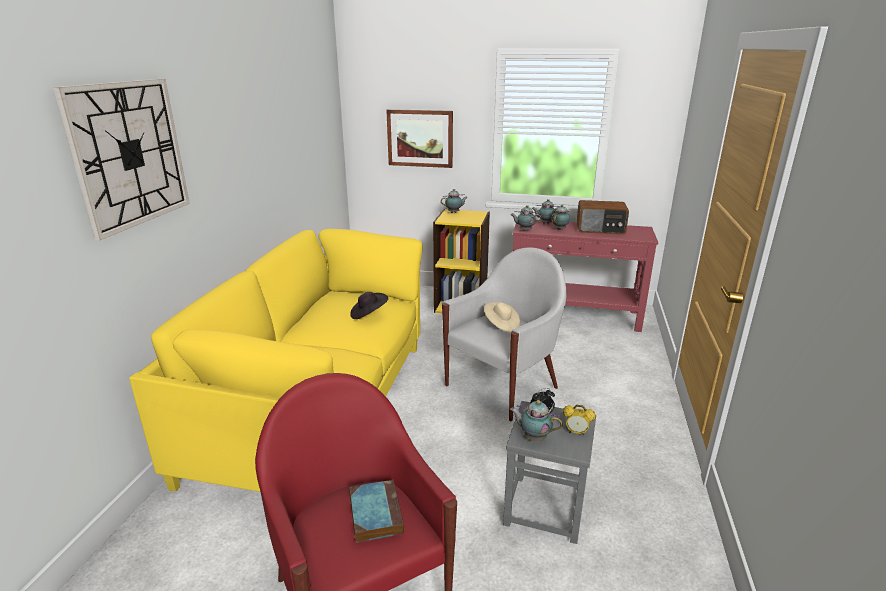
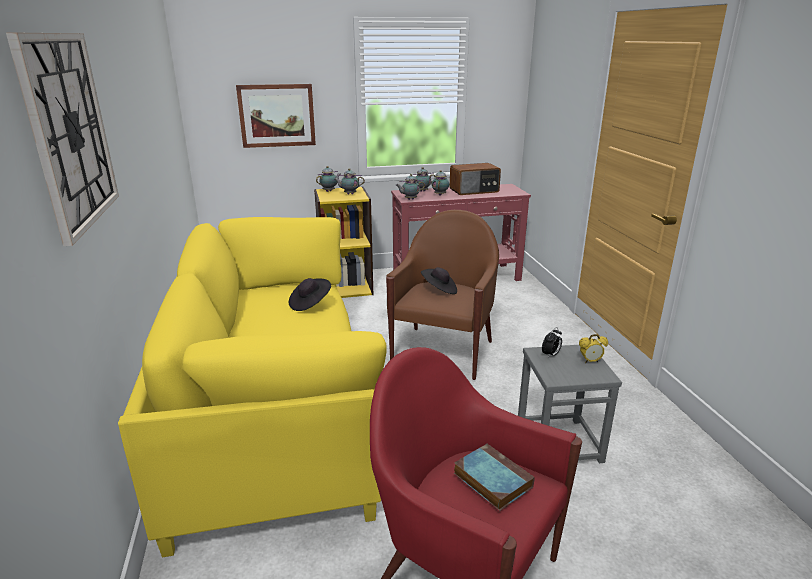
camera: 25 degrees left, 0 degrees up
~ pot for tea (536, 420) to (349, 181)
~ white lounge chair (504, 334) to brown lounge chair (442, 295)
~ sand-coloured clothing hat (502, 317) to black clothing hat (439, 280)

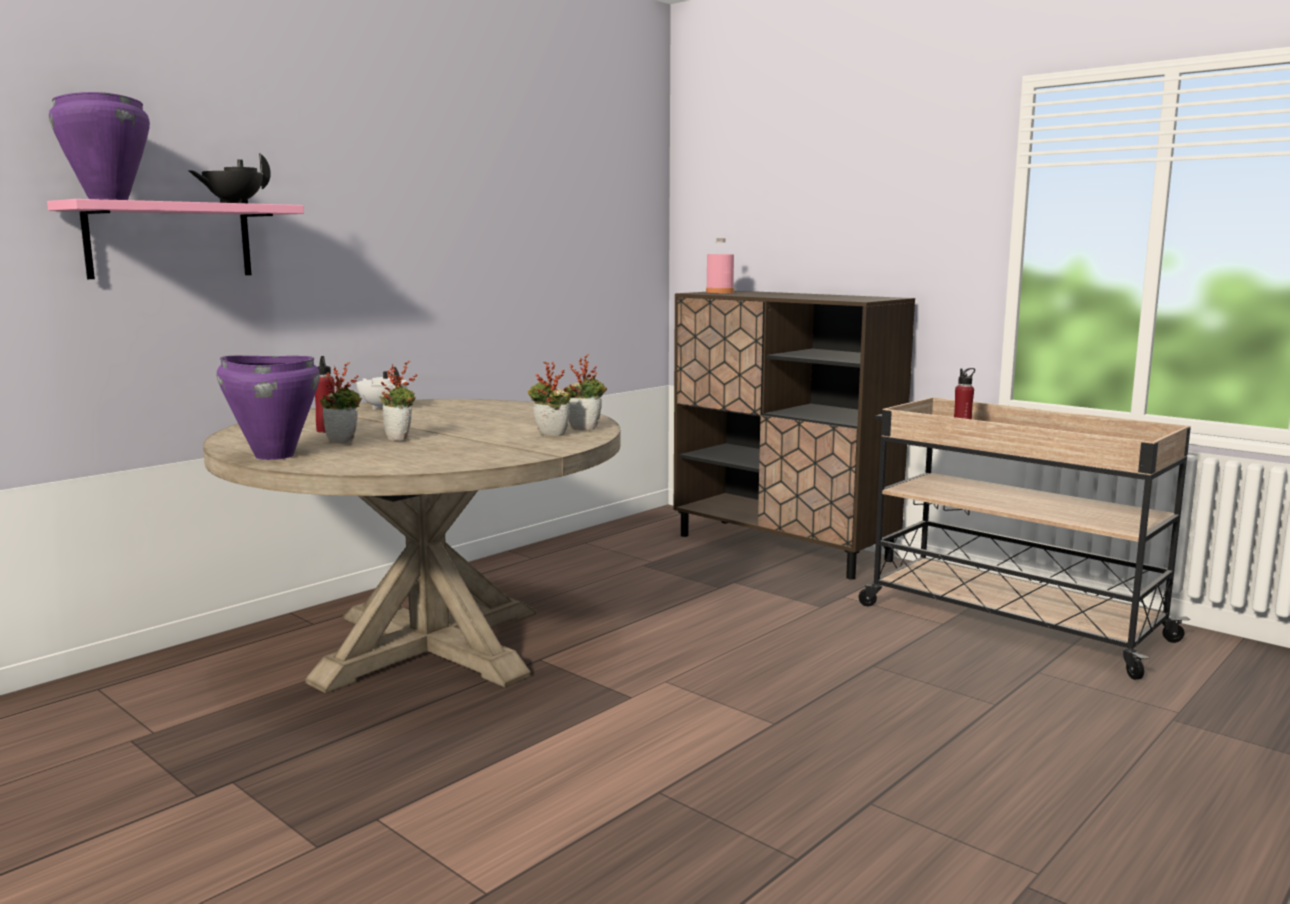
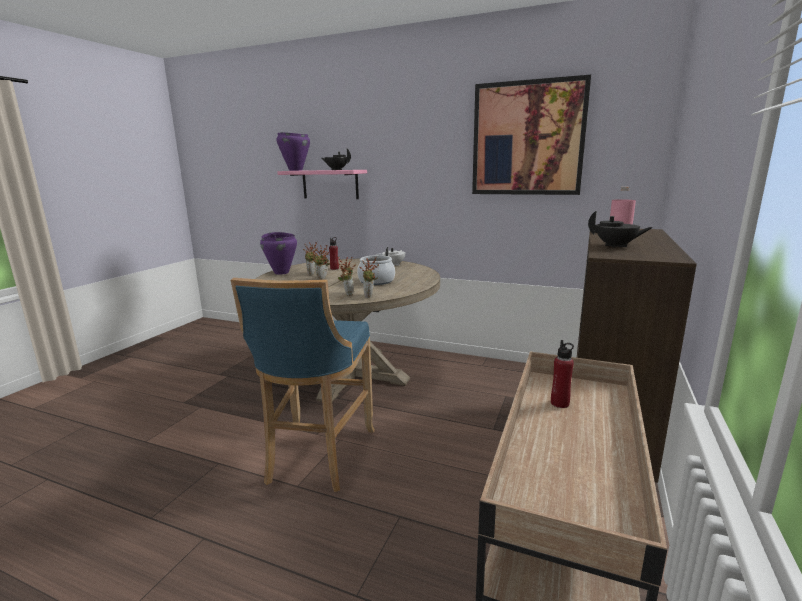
camera: 70 degrees right, 5 degrees up
+ bluish sitting stool (302, 385)
+ stockpot (376, 269)
+ wall art (531, 135)
+ black pot for tea (620, 229)

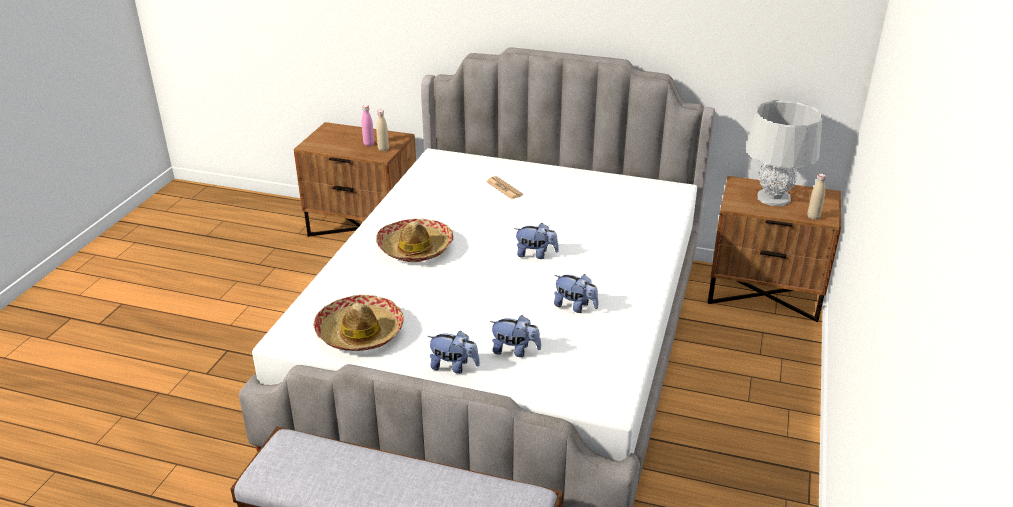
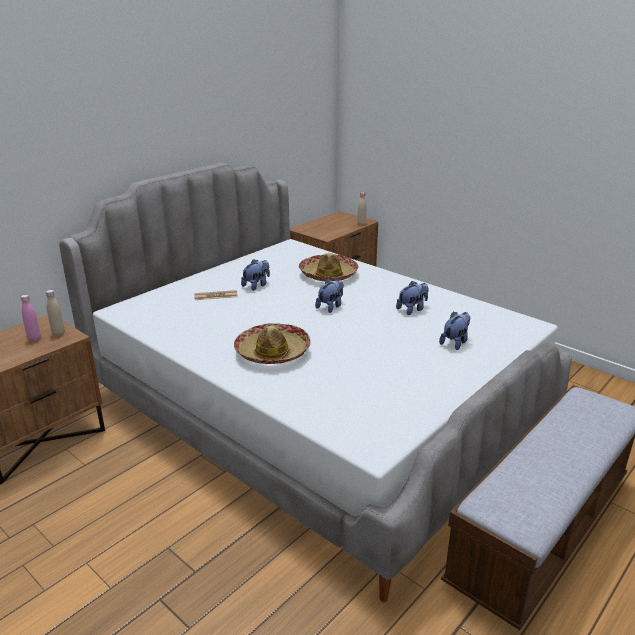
camera: 65 degrees left, 5 degrees down
- greyish table lamp (784, 153)
~ clothing hat (358, 323) to (328, 267)
~ cuddly toy (453, 352) to (255, 275)

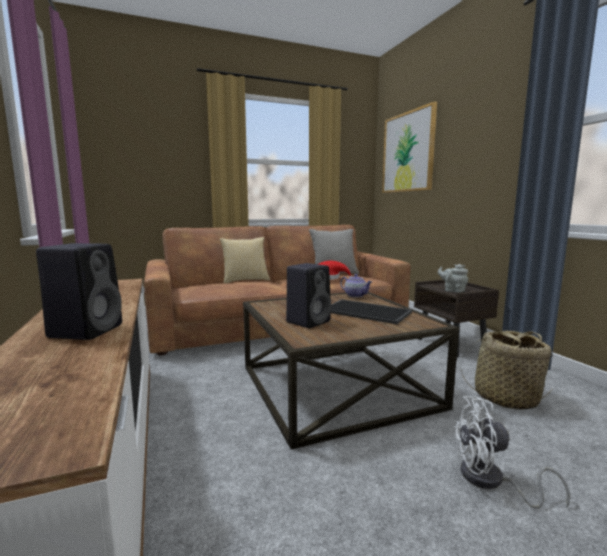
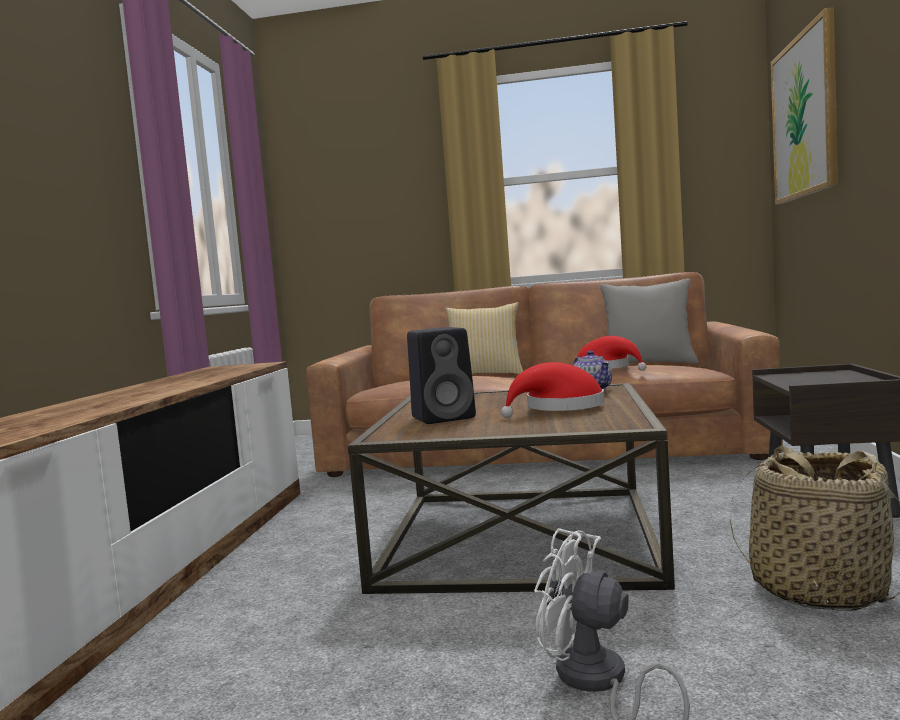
camera: 30 degrees right, 5 degrees down
- black loudspeaker (79, 291)
- greyish pot for tea (453, 278)
~ carrying tray (371, 311) to red clothing hat (552, 390)

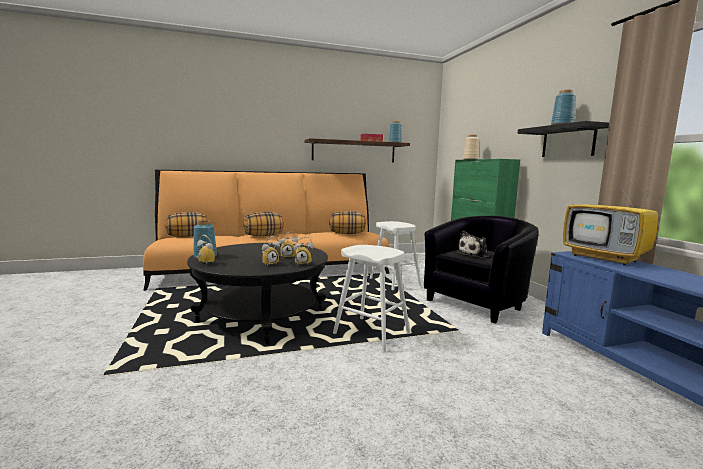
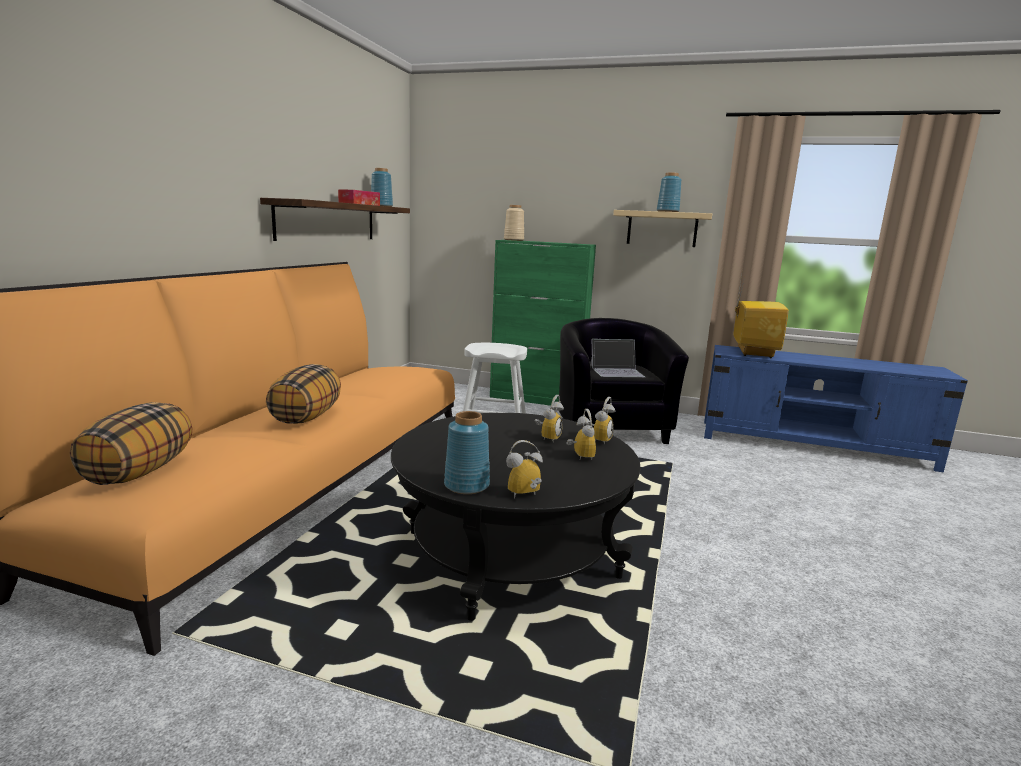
camera: 55 degrees left, 5 degrees up
- pillow (347, 222)
- white sitting stool (372, 299)
~ cuddly toy (473, 244) to notebook computer (617, 358)
~ black shelf (563, 139) to sand-coloured shelf (662, 228)
~ TV (610, 219) = (761, 313) 75 degrees counterclockwise

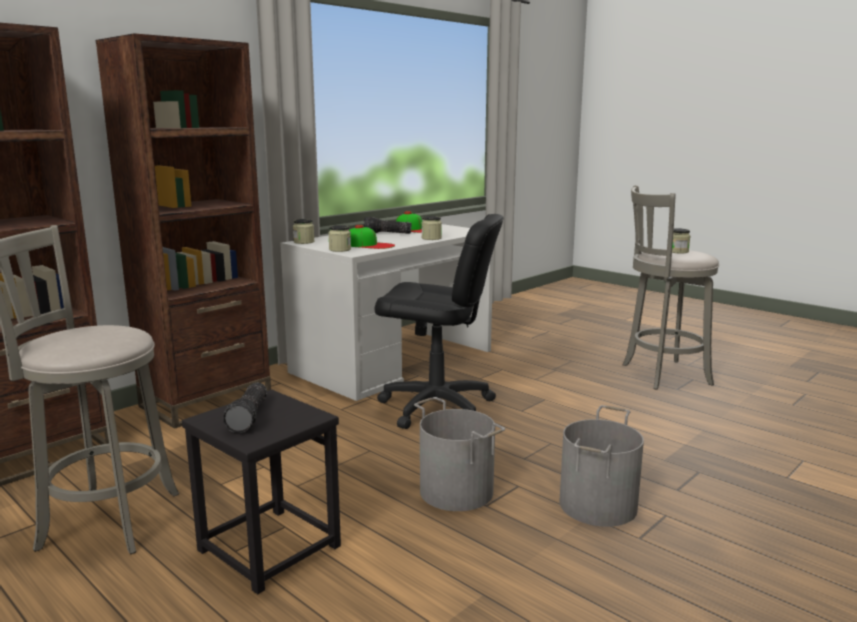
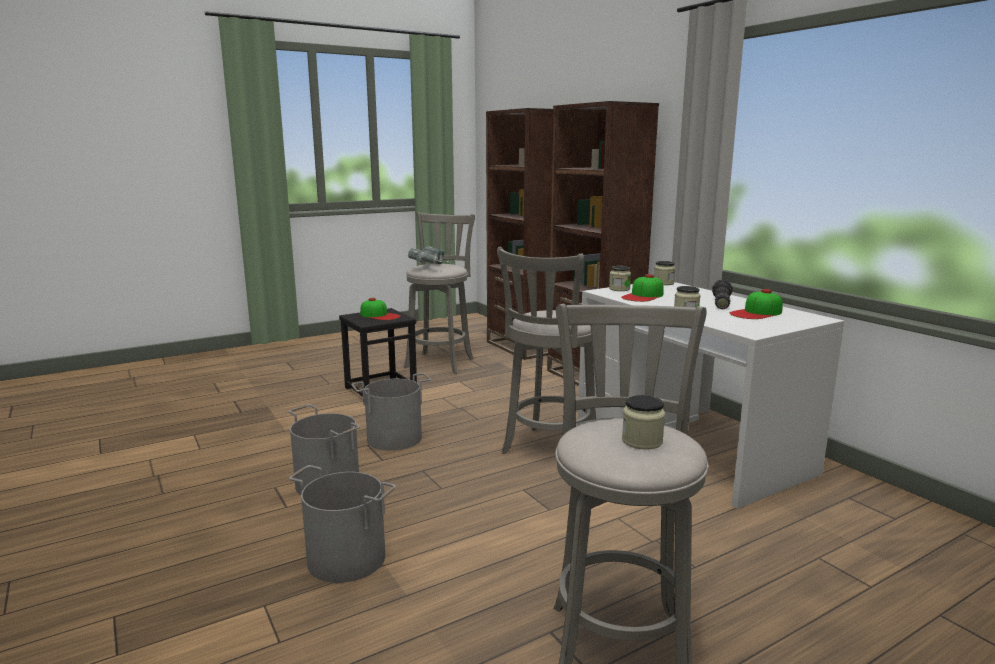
camera: 105 degrees right, 0 degrees up
+ greyish pail (342, 524)
+ power drill (429, 255)
~ torch (245, 408) to cap (380, 309)
~ black office chair (439, 321) to greyish sitting stool (546, 350)

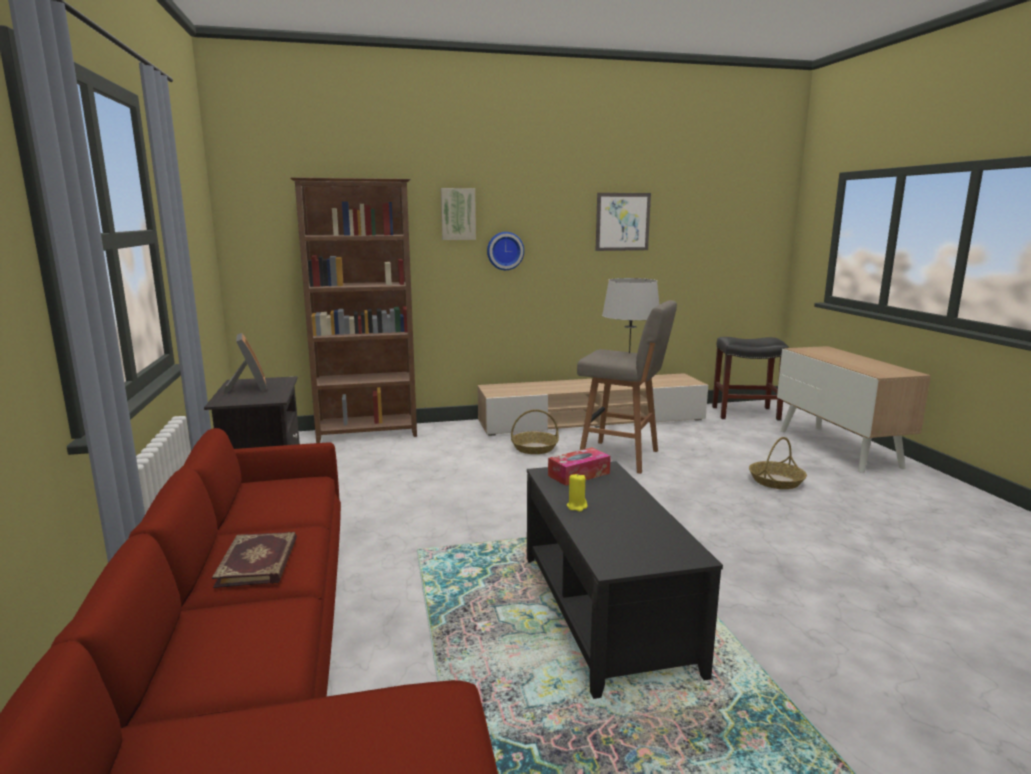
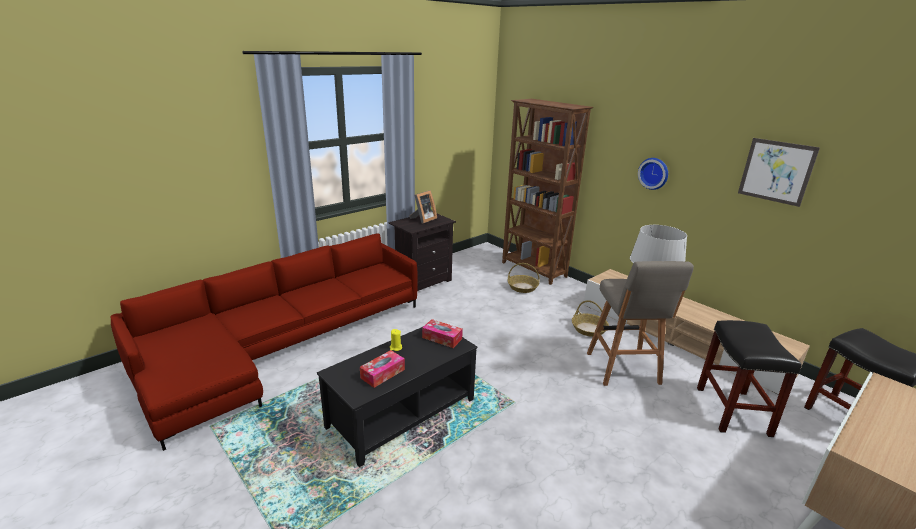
camera: 60 degrees right, 10 degrees up
- book (254, 560)
- wall art (458, 214)
+ box of tissues (382, 369)
+ black sitting stool (749, 378)
~ household basket (778, 463) to (524, 278)

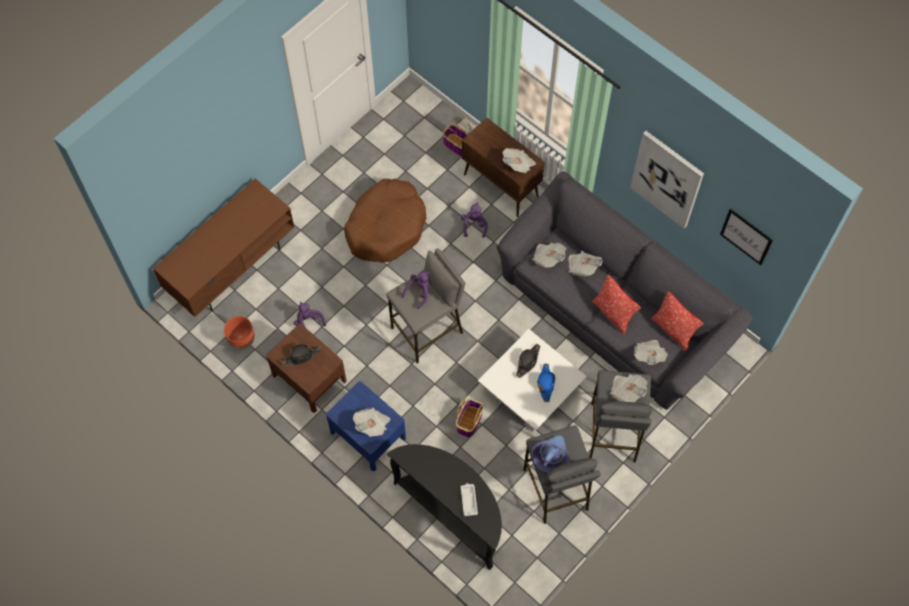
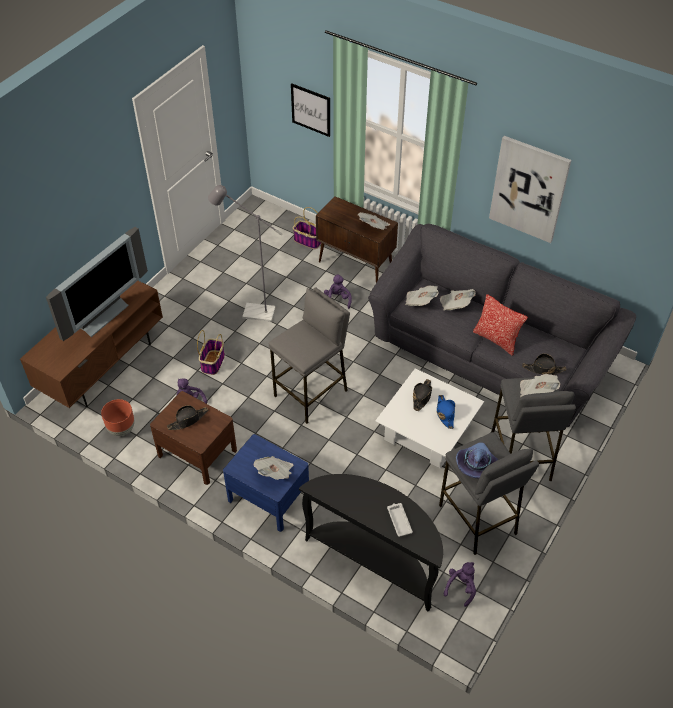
camera: 10 degrees left, 15 degrees down
- pillow (677, 321)
+ TV (97, 284)
~ purple cuddly toy (416, 290) to (460, 584)
~ household basket (469, 416) to (211, 352)
~ wall art (746, 237) to (310, 110)
~ brown pet bed (385, 221) to greyish standing lamp (245, 253)
~ daily paper (651, 352) to black clothing hat (544, 364)

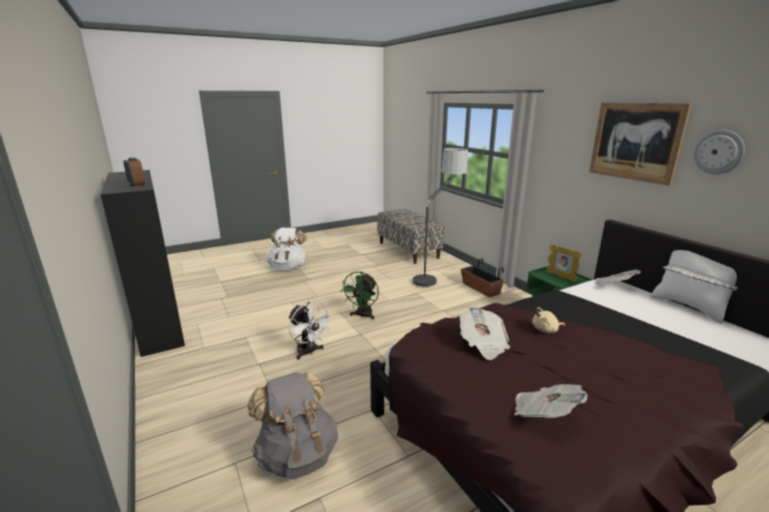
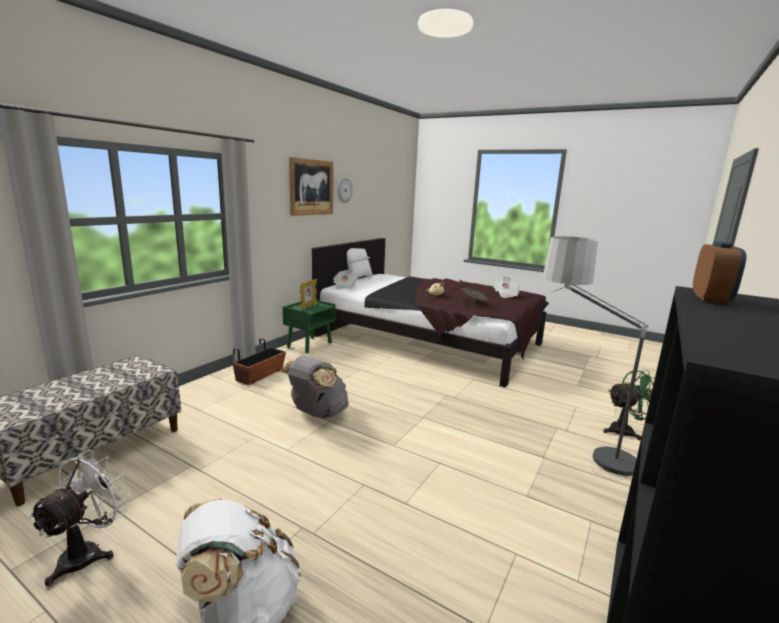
camera: 120 degrees left, 5 degrees down
~ greyish backpack (293, 426) to (314, 387)
~ white fan (310, 330) to (79, 518)
~ green fan (360, 295) to (629, 405)
~ standing lamp (440, 217) to (596, 358)

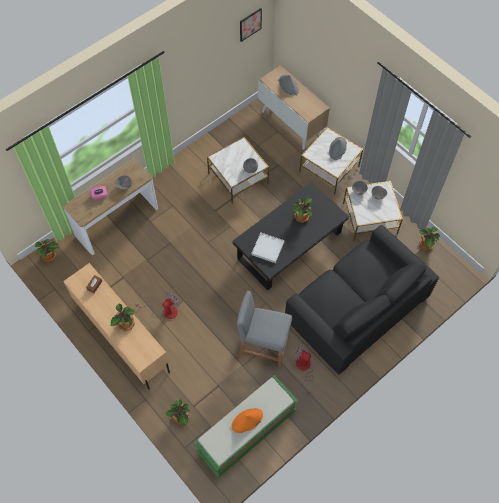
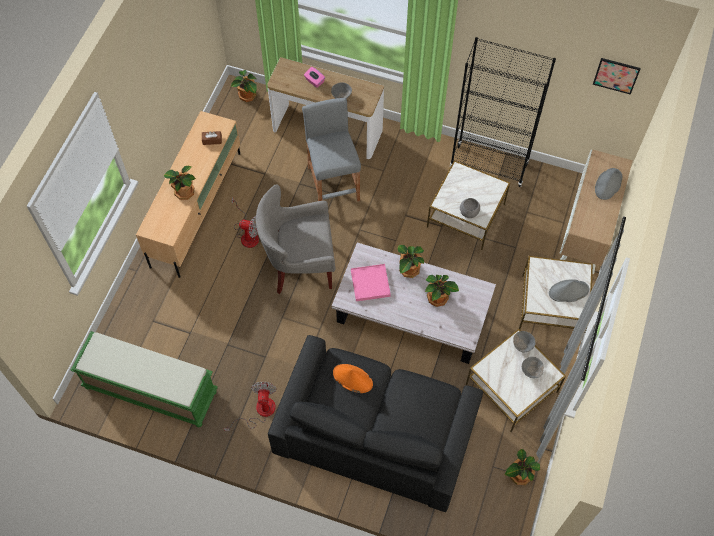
camera: 60 degrees right, 0 degrees up
+ greyish lounge chair (296, 239)
+ black shelving unit (503, 112)
~ houseplant (177, 412) to (410, 261)
~ orangey clothing hat (247, 420) to (353, 378)
~ greyish sitting stool (264, 329) to (331, 150)
~ black lounge table (290, 236) to white lounge table (414, 303)
~ white carrying tray (268, 248) to pink-coloured carrying tray (371, 282)

